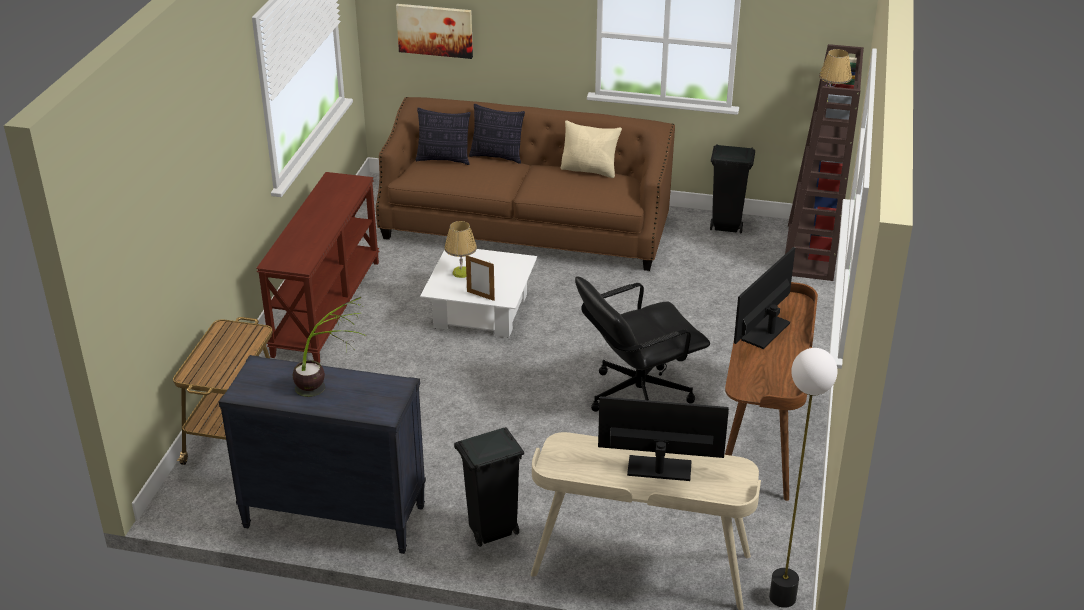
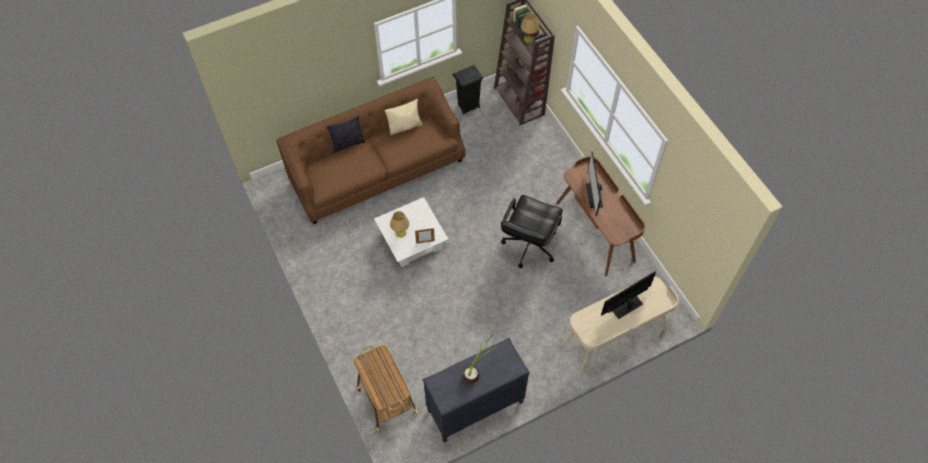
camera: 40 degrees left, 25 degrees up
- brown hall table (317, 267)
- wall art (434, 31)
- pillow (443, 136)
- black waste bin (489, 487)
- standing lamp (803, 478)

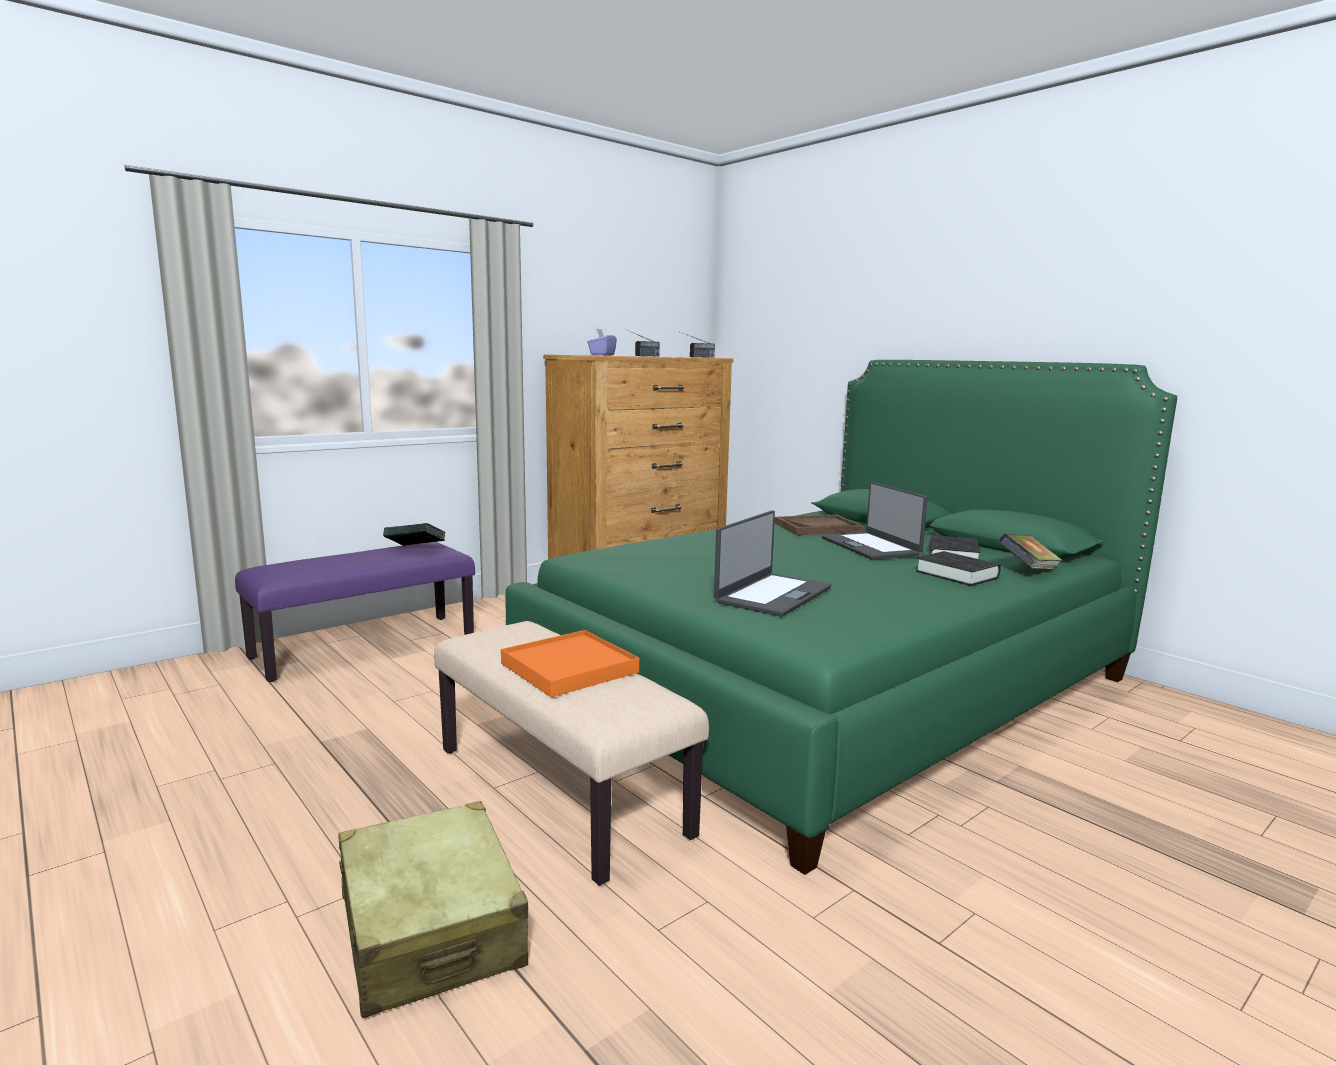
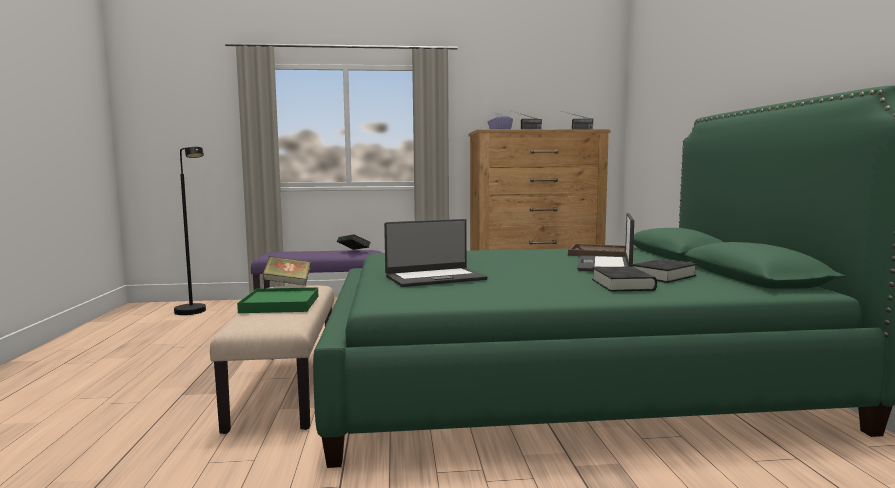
camera: 35 degrees right, 5 degrees down
- sand-coloured piece of luggage (433, 909)
+ black standing lamp (190, 231)
~ book (1030, 552) to (287, 271)
~ orangey carrying tray (570, 663) to green carrying tray (277, 300)

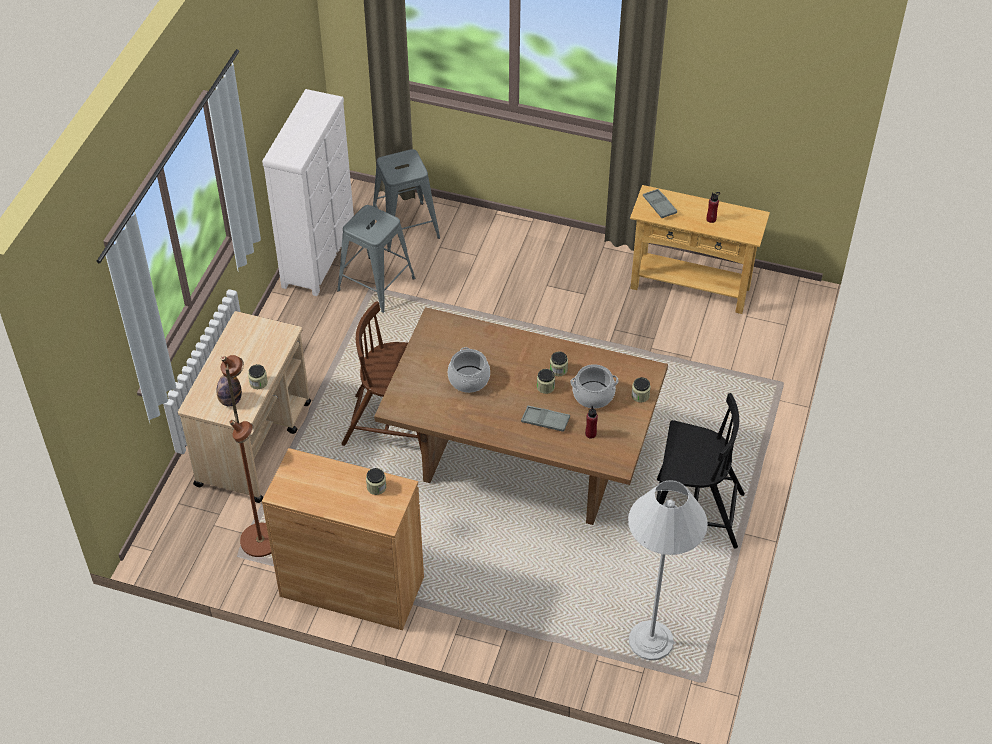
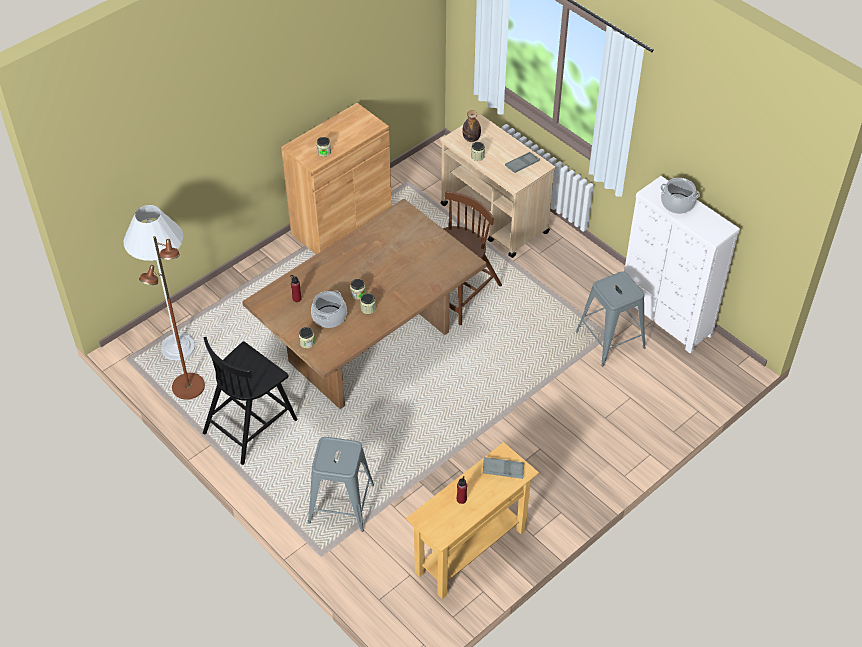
camera: 120 degrees right, 0 degrees up
~ brown standing lamp (246, 456) to (172, 318)
~ greyish sitting stool (406, 200) to (341, 484)
~ stockpot (469, 370) to (680, 196)
~ greyish carrying tray (545, 419) to (522, 162)

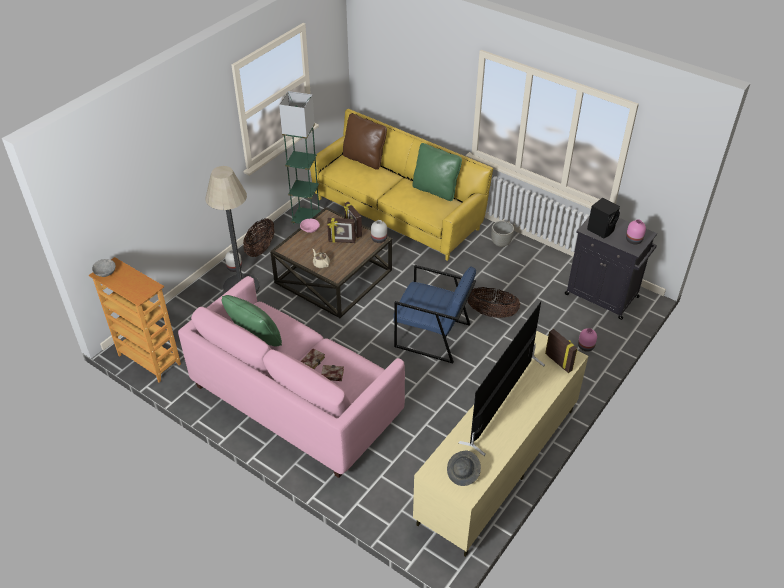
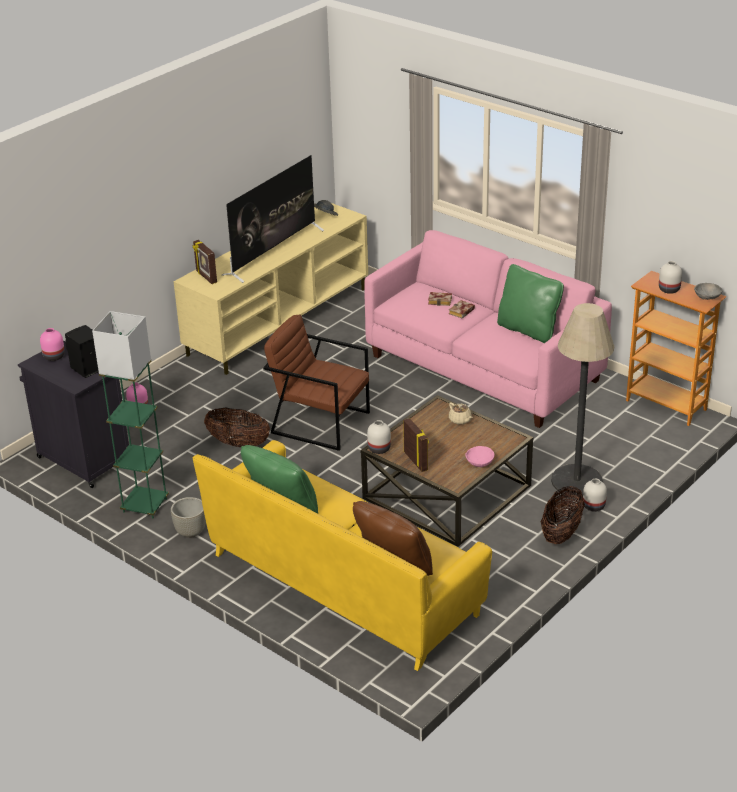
camera: 175 degrees left, 10 degrees down
- standing frame (341, 230)
+ white flower vase (670, 277)
~ green standing lamp (300, 158) to (130, 414)
~ bluish lounge chair (435, 314) to brown lounge chair (316, 382)

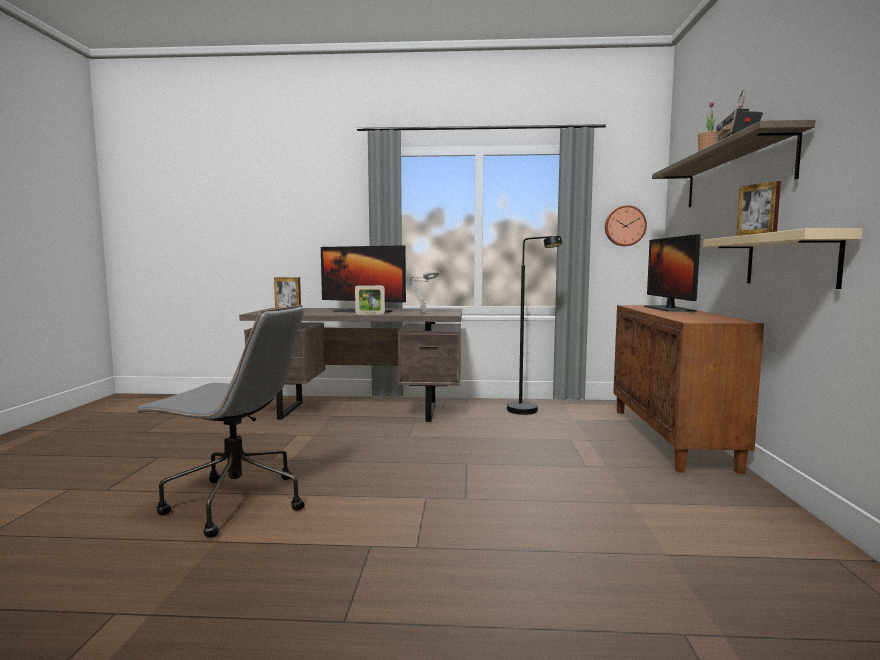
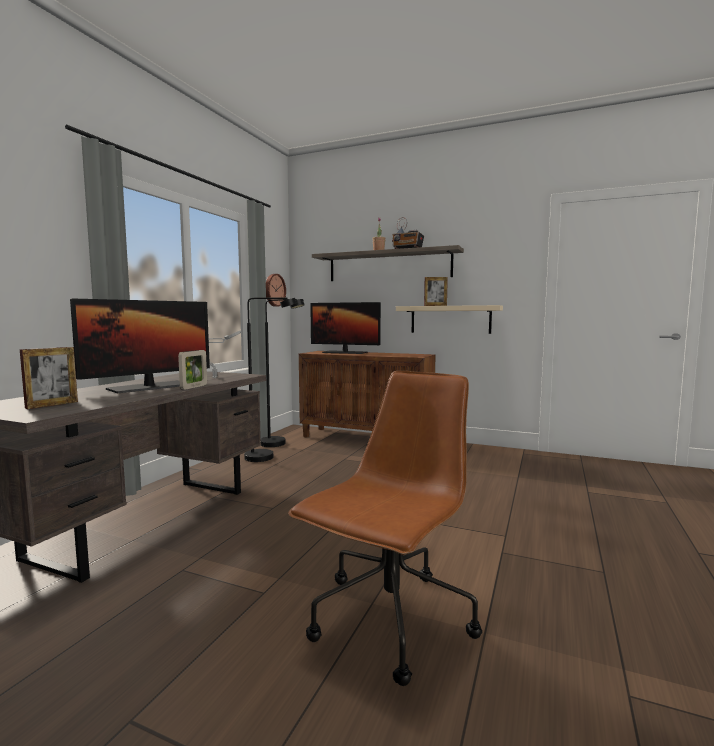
camera: 70 degrees left, 0 degrees up
+ black standing lamp (283, 373)
~ greyish office chair (219, 421) to brown office chair (385, 528)

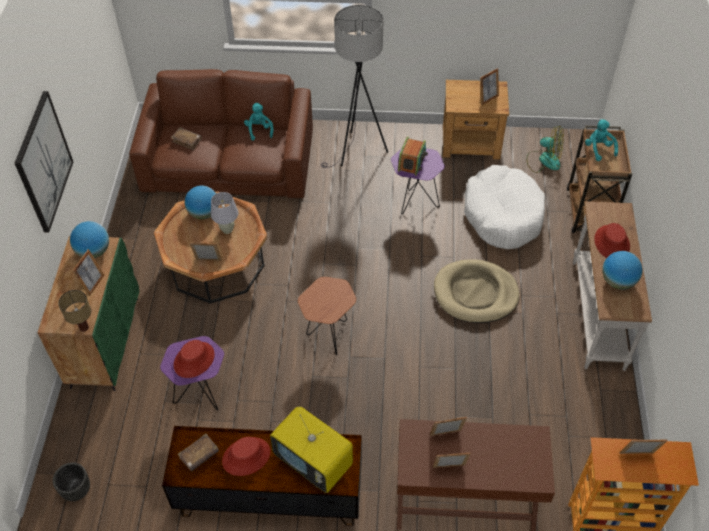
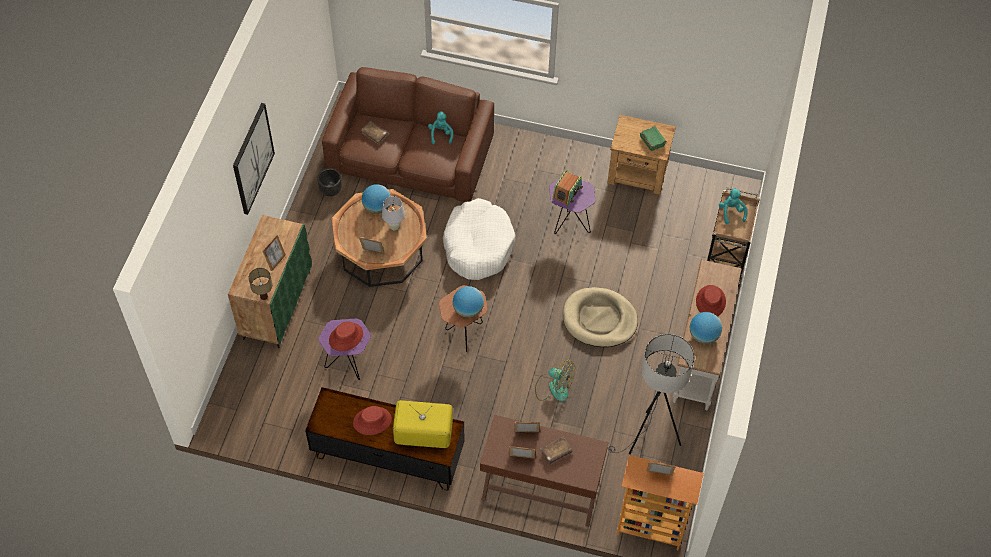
camera: 10 degrees right, 5 degrees up
~ black planter (71, 482) to (329, 182)
~ globe (89, 239) to (468, 302)
~ brown book (198, 452) to (556, 450)
~ greyish standing lamp (354, 86) to (651, 394)
~ white pet bed (504, 207) to (479, 239)
~ fan (545, 149) to (555, 381)
~ standing frame (489, 86) to green book (653, 138)
~ TV (311, 450) = (423, 424) 135 degrees clockwise

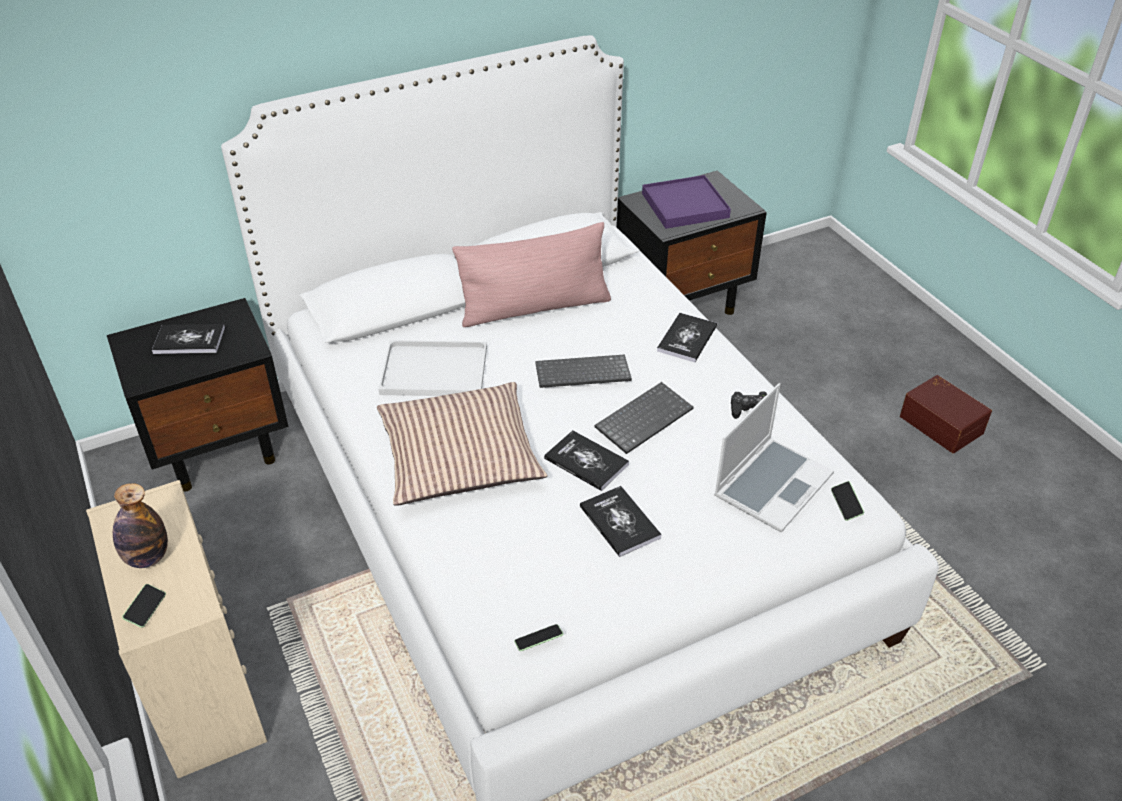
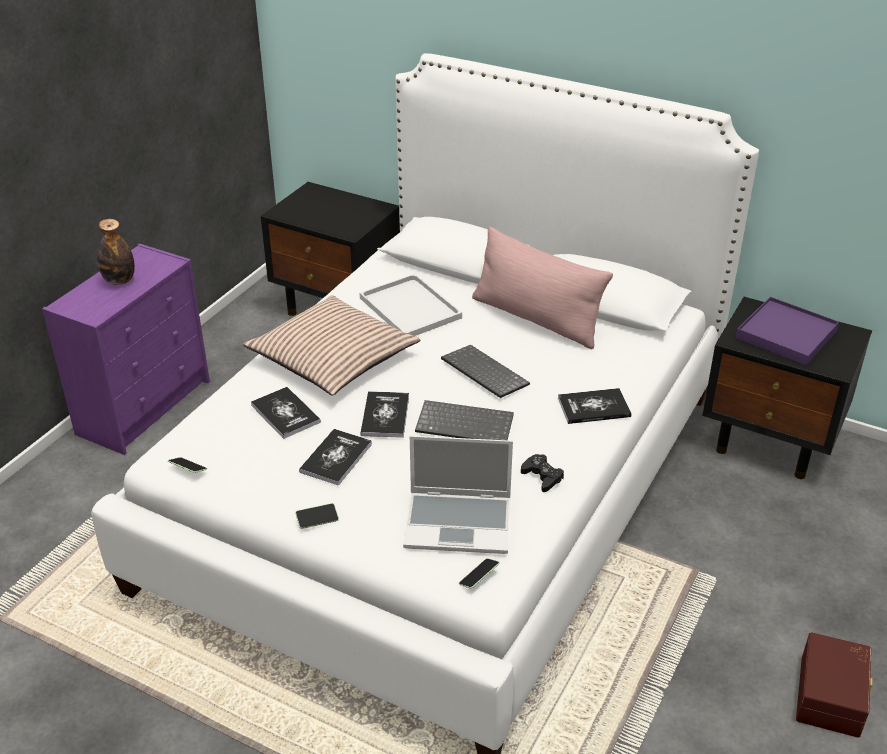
camera: 55 degrees right, 5 degrees down
~ phone (144, 606) to (317, 516)
~ book (188, 339) to (286, 413)
~ sand-coloured dresser (176, 629) to purple dresser (126, 349)

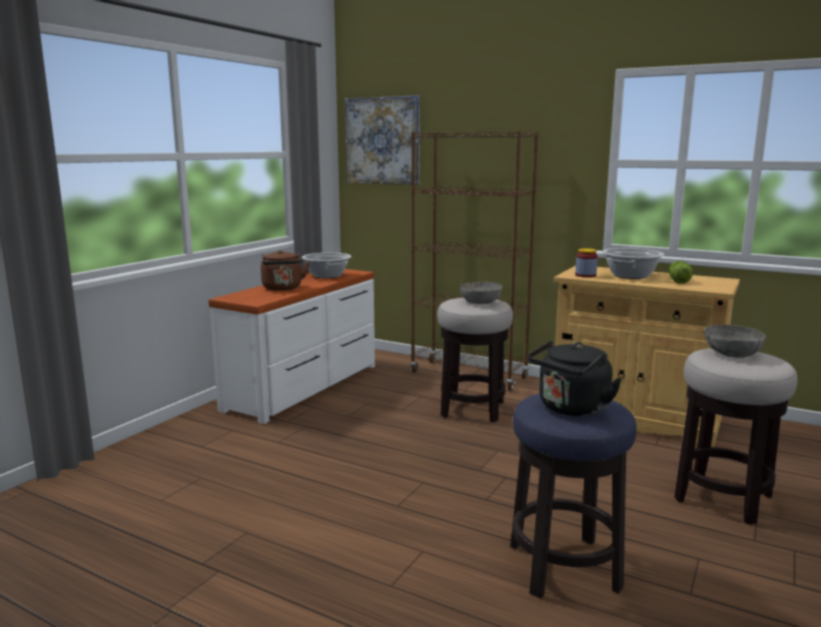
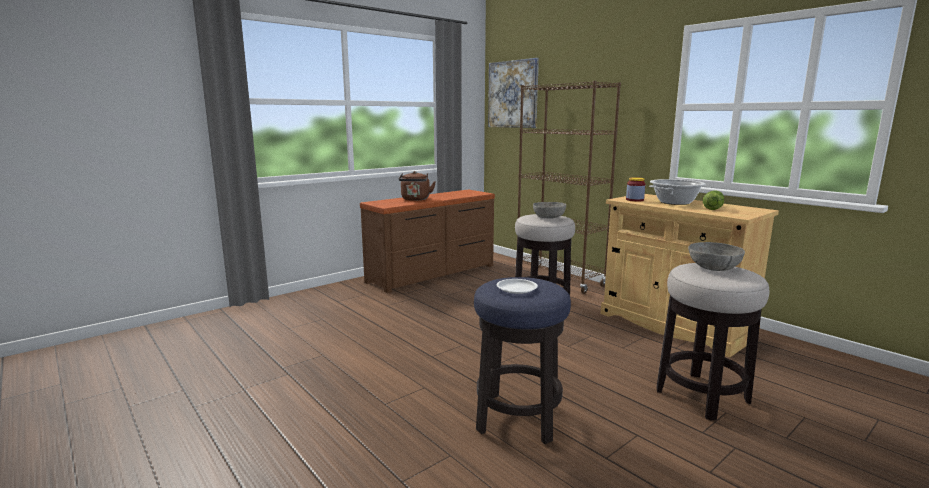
camera: 20 degrees right, 0 degrees up
- stockpot (326, 265)
~ black kettle (575, 378) to white plate (517, 286)
~ white dresser (292, 346) to brown dresser (427, 241)

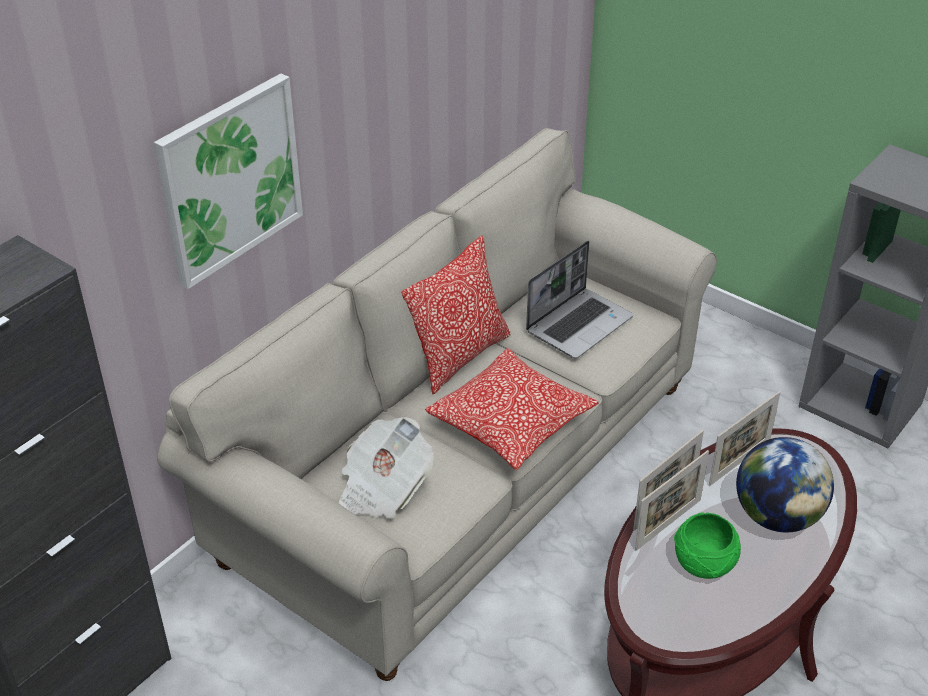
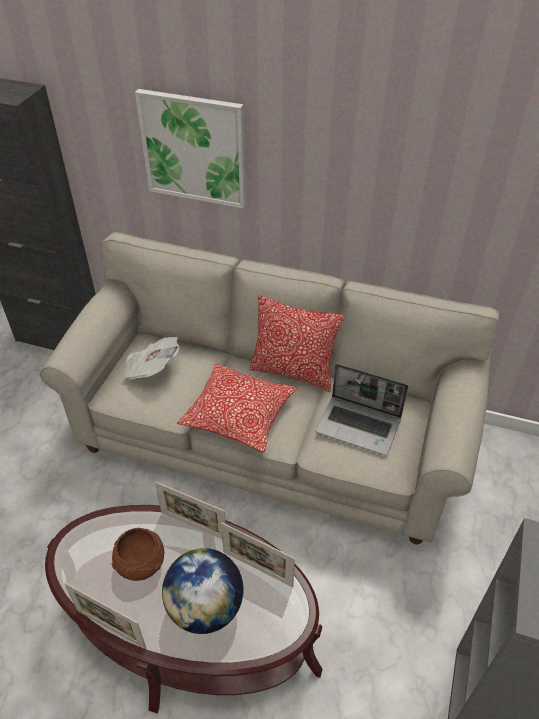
camera: 70 degrees right, 5 degrees up
~ standing frame (672, 500) to (105, 615)
~ green serving bowl (707, 546) to brown serving bowl (138, 554)

